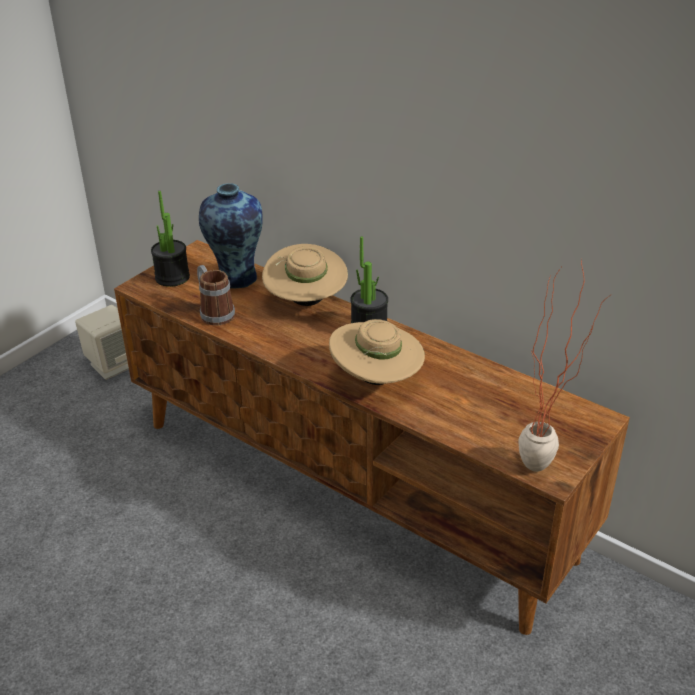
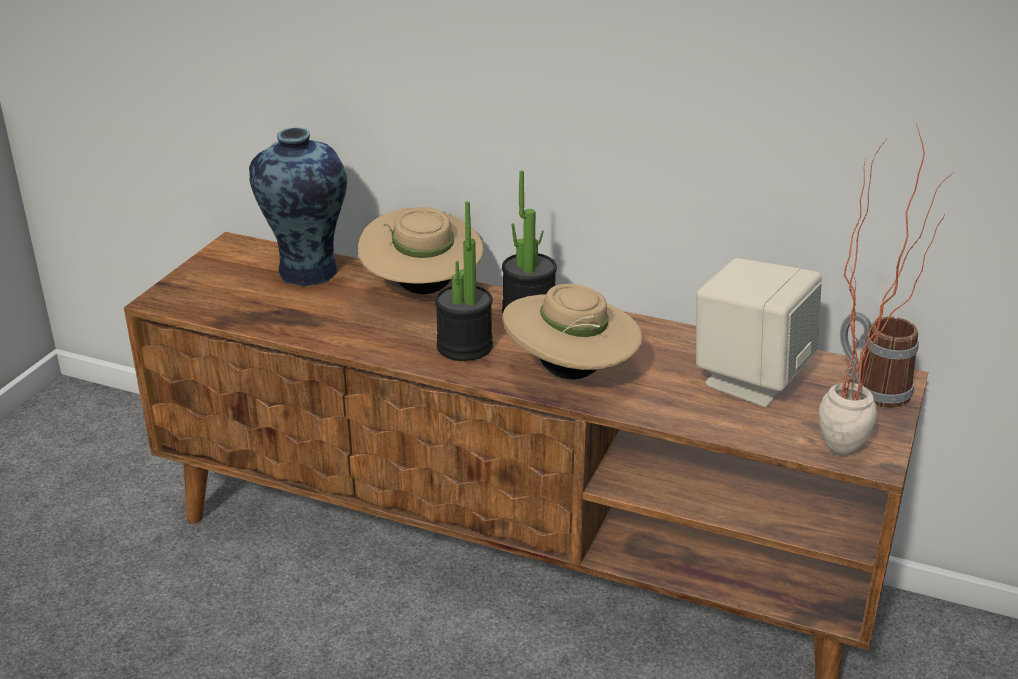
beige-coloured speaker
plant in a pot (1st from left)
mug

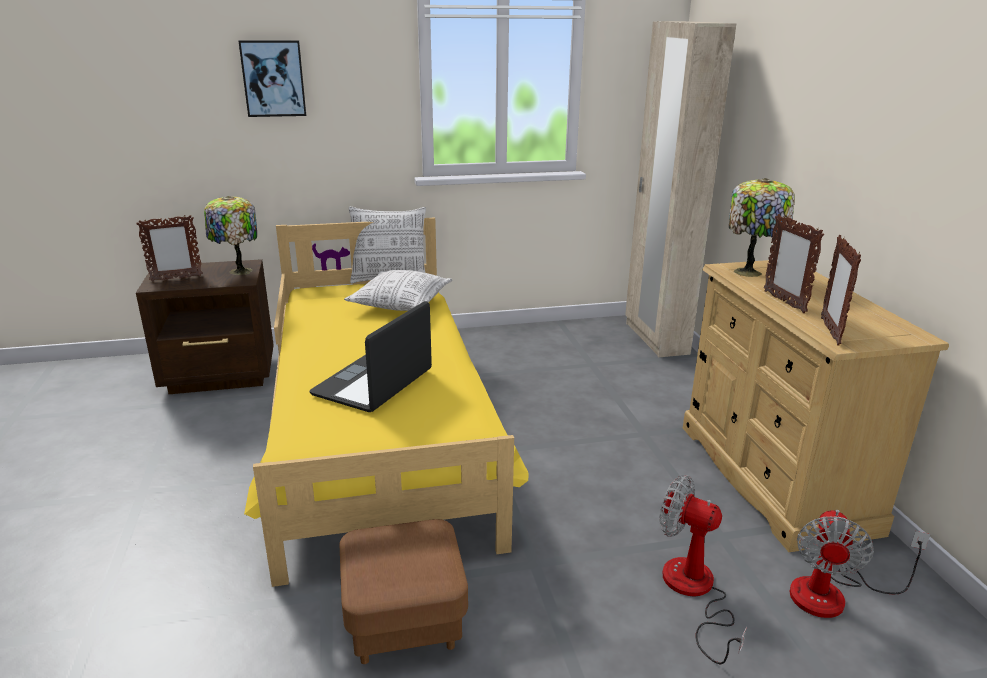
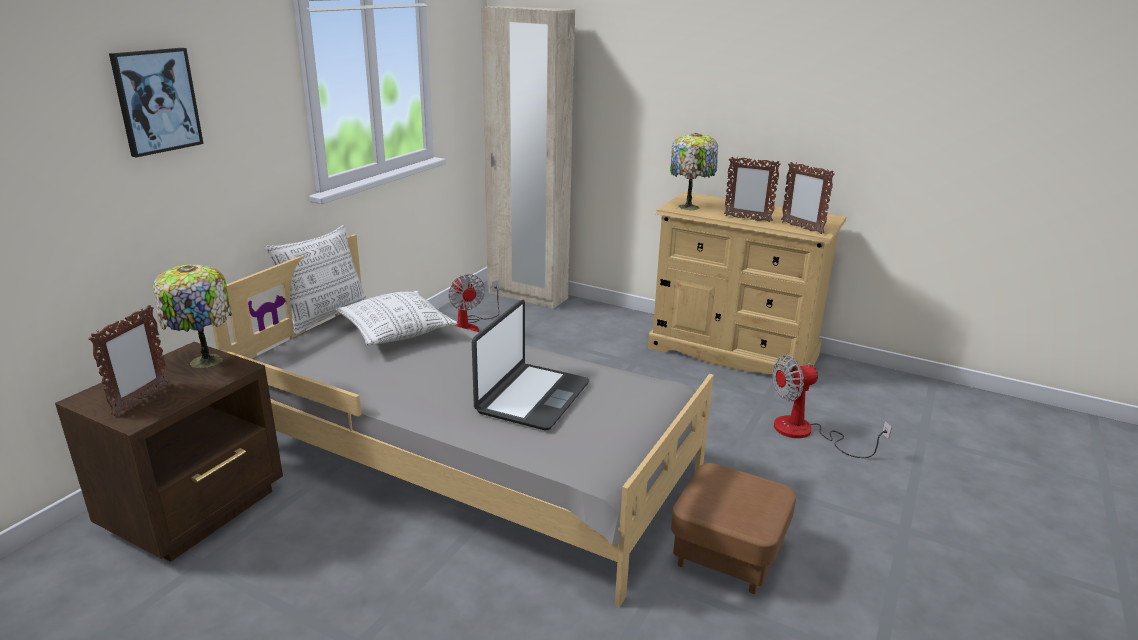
greyish bedroom bed
laptop
fan (1st from left)

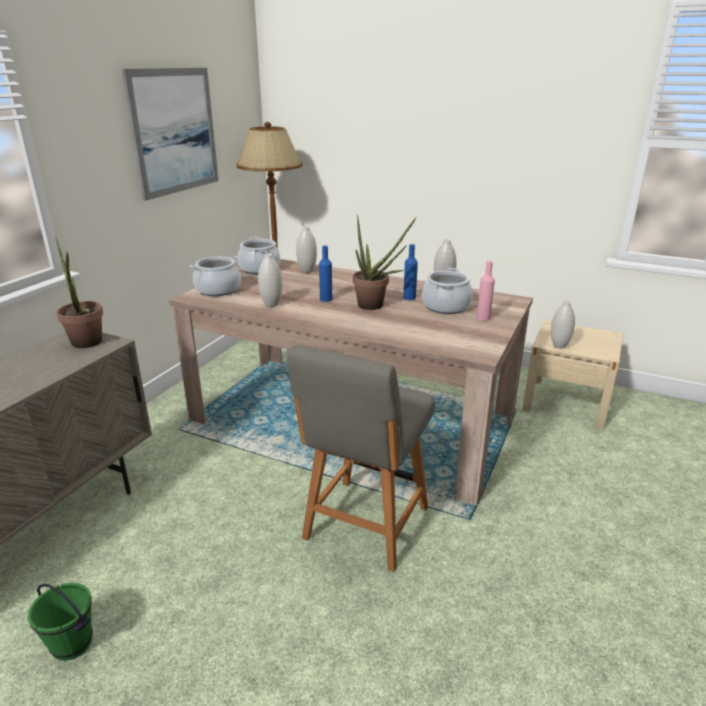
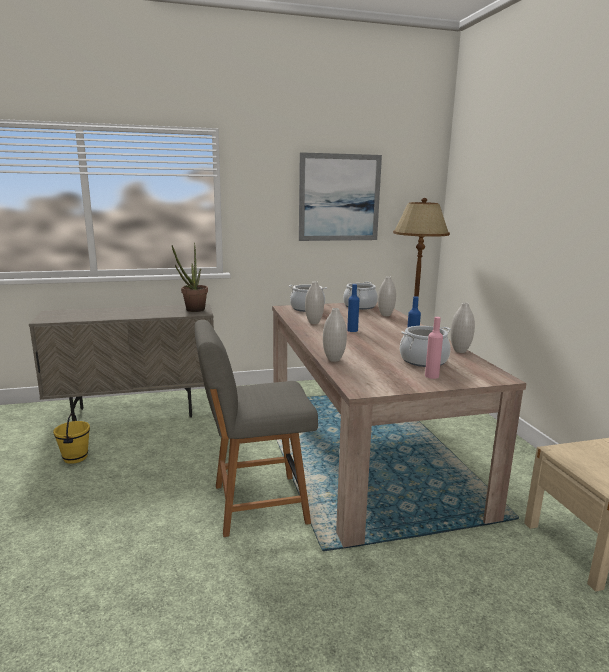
yellow bucket
plant in a pot (2nd from left in the first image)
white-coloured decorative vase (2nd from left)

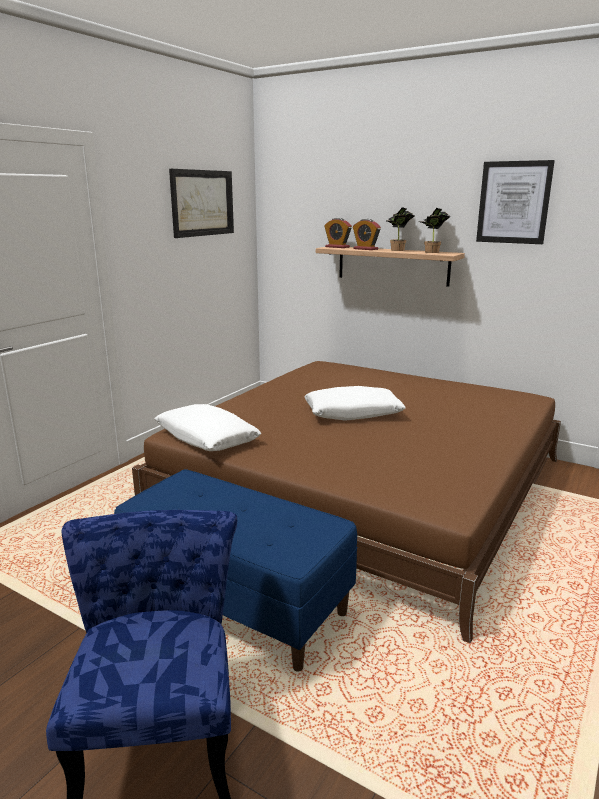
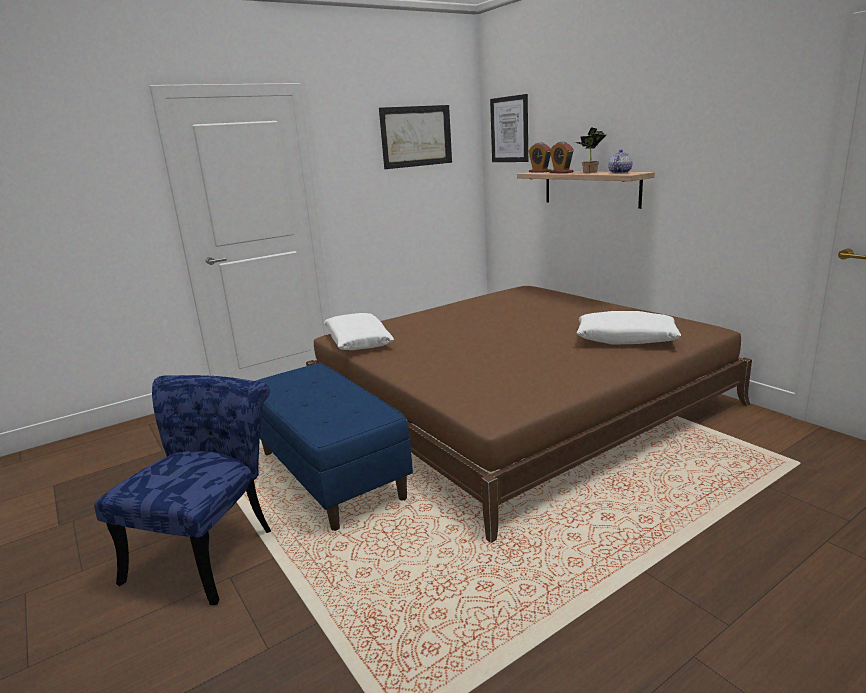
white-coloured cushion (2nd from left)
teapot
wall picture (2nd from left)

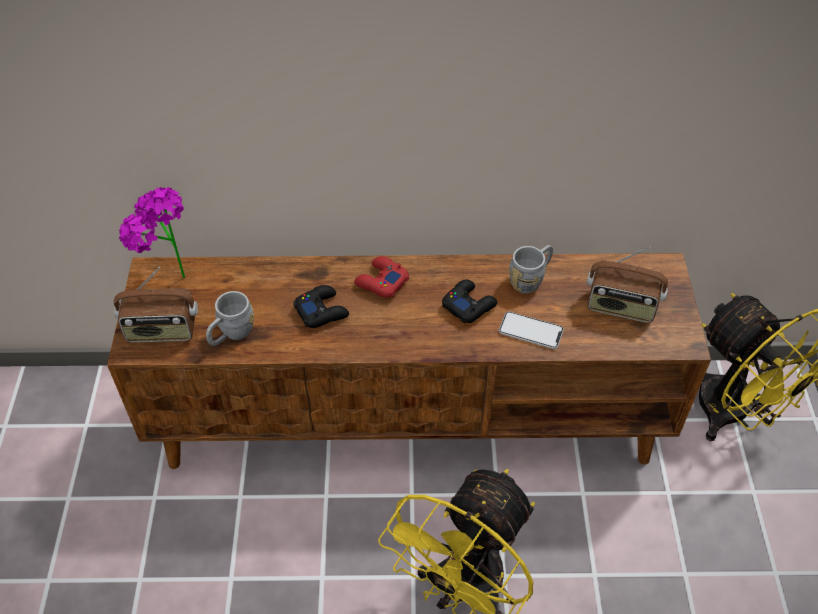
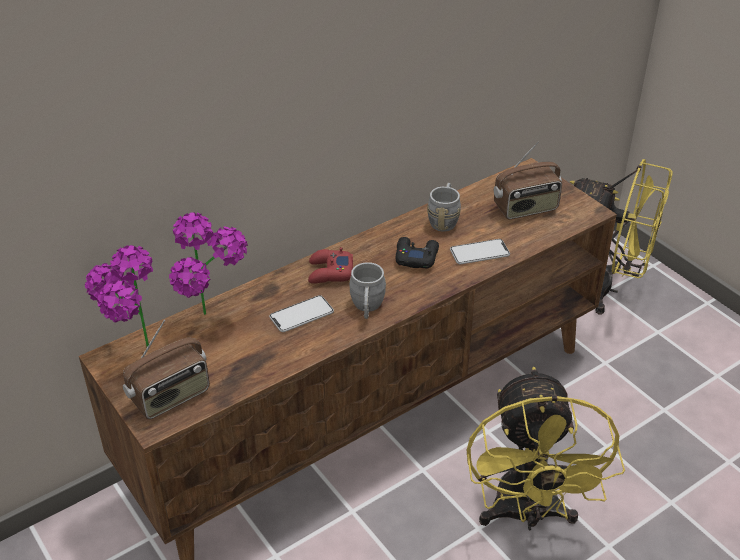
greyish mug (1st from left)
handset (1st from left)
plant in a pot (2nd from left)

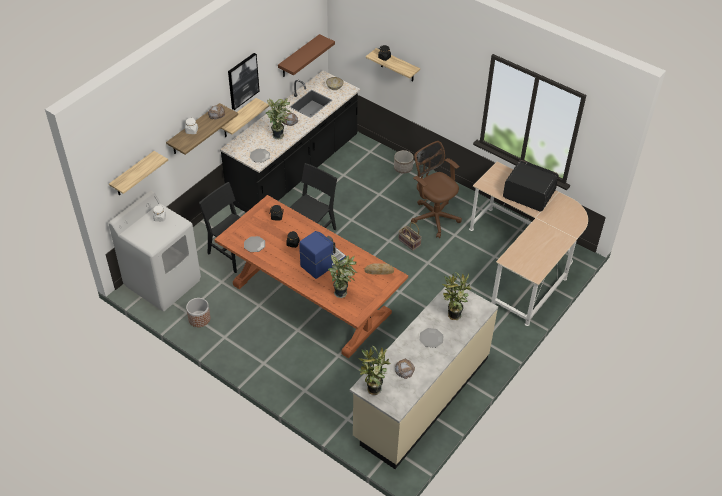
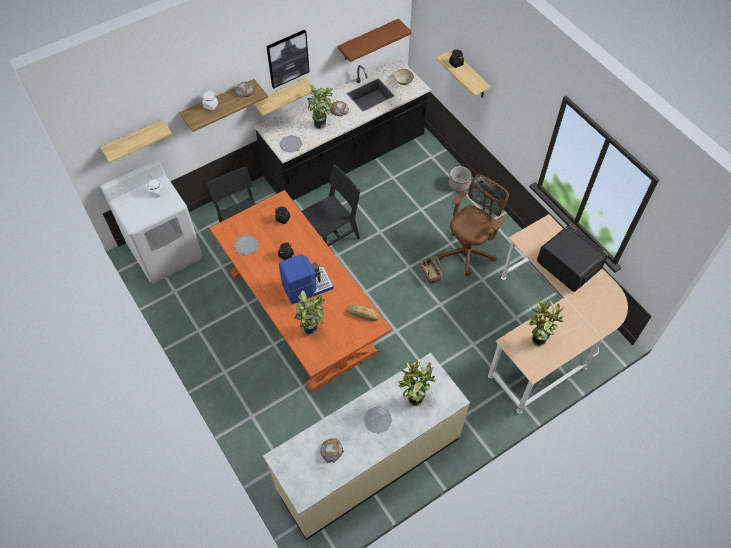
plant pot (1st from left in the first image)
plant in a pot (4th from left)
brown office chair

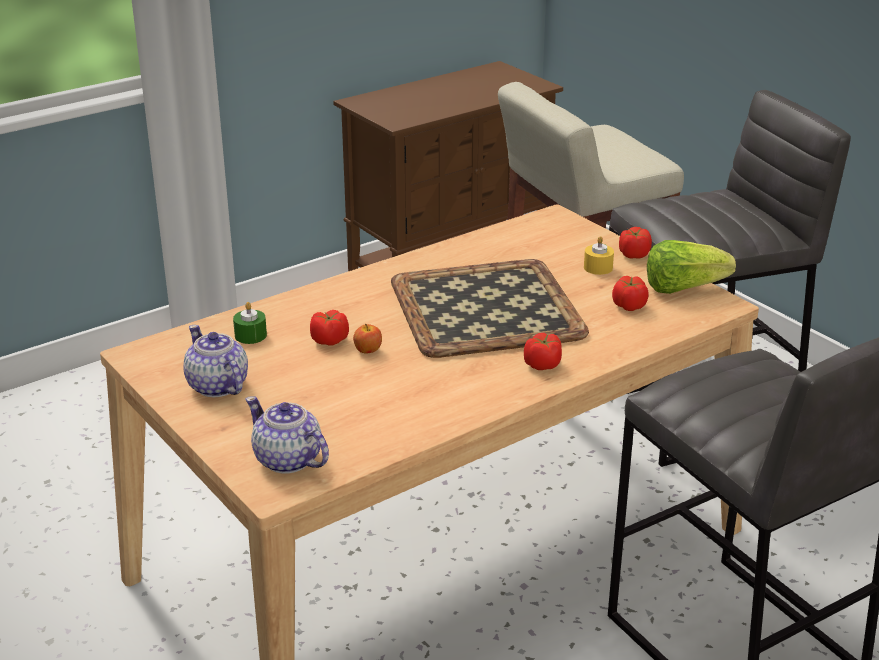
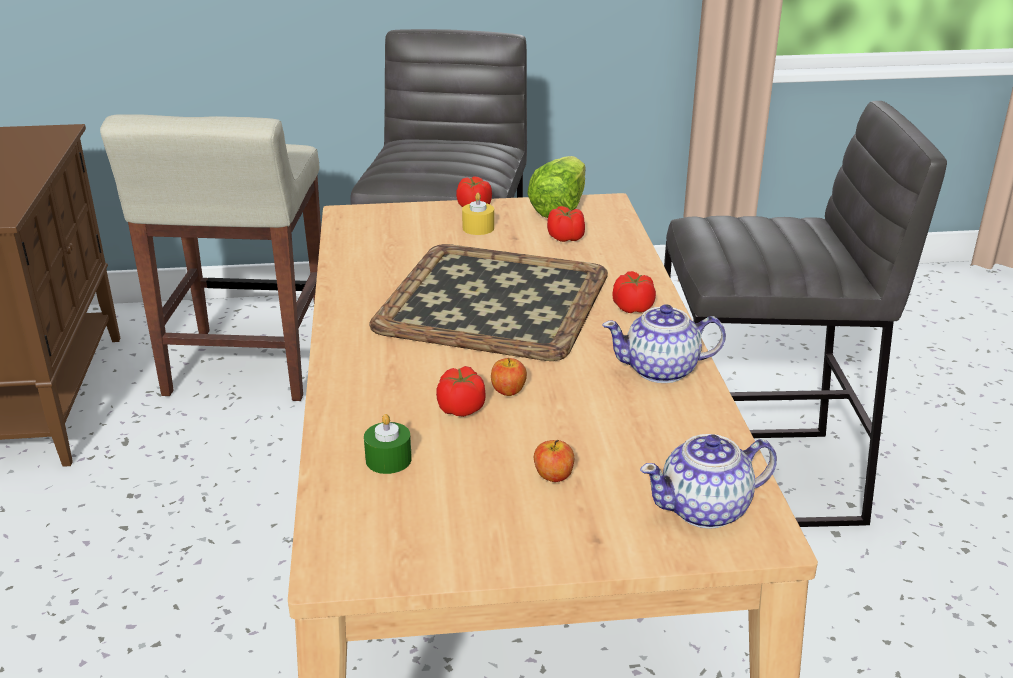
teapot (1st from left)
apple (2nd from left)

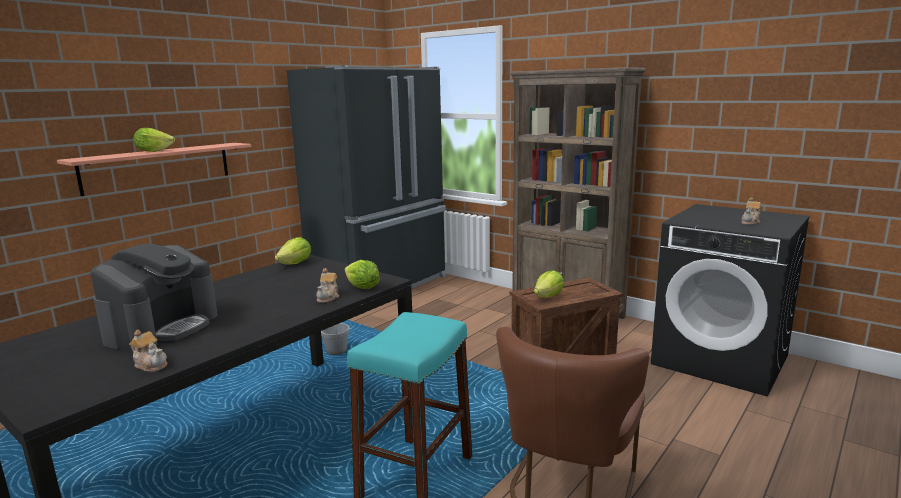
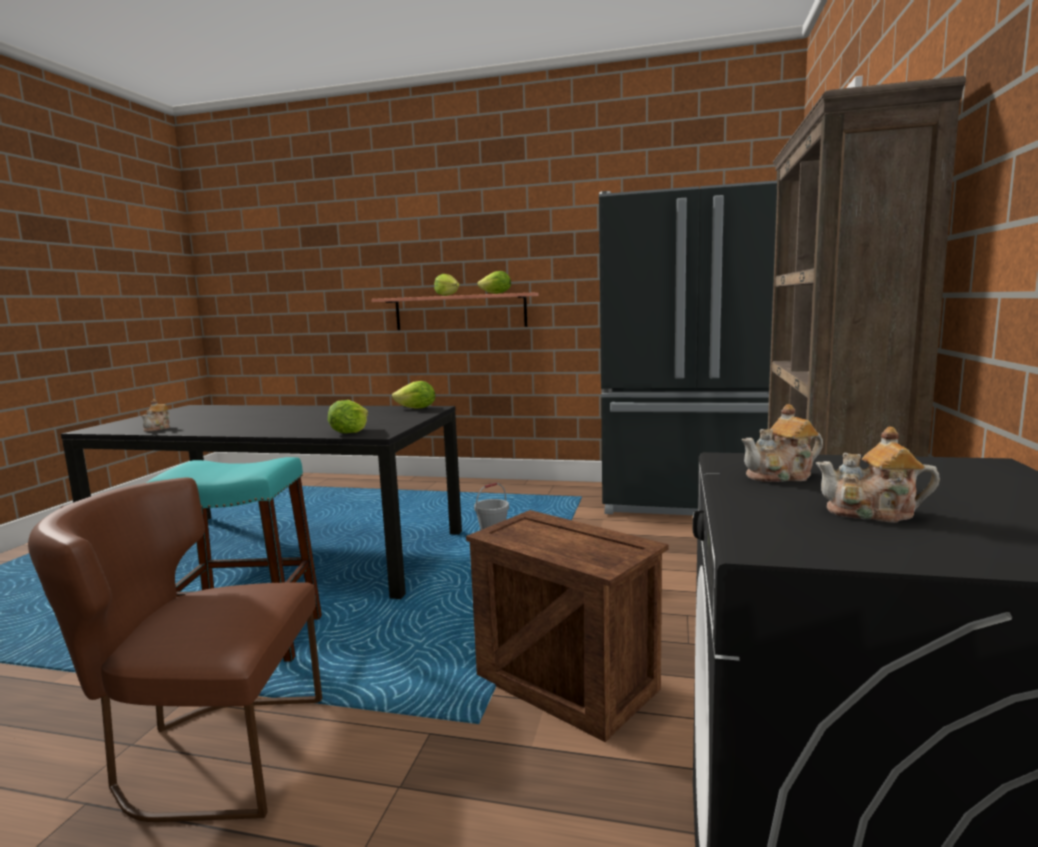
coffee machine
teapot (2nd from left)
head of lettuce (4th from left)

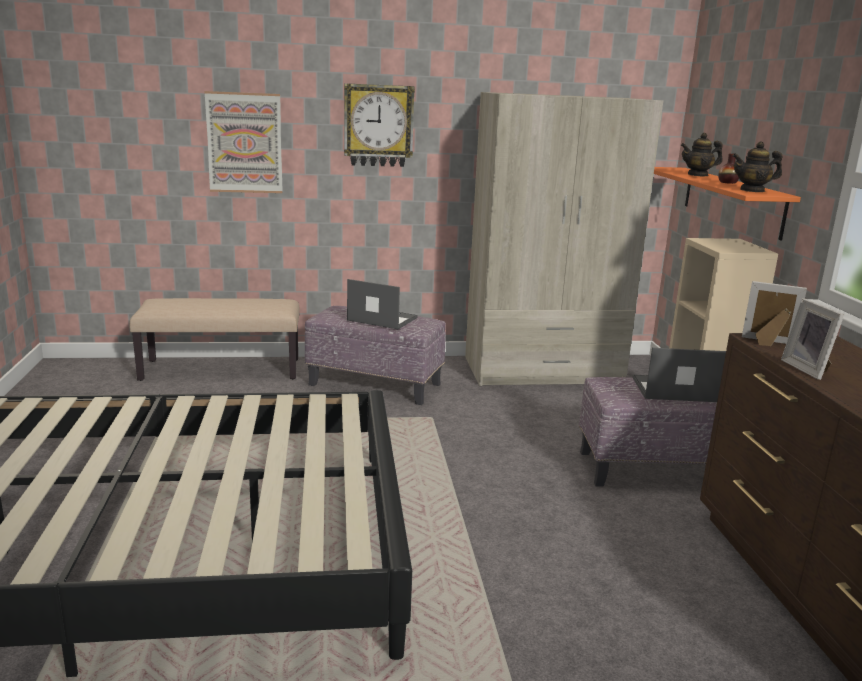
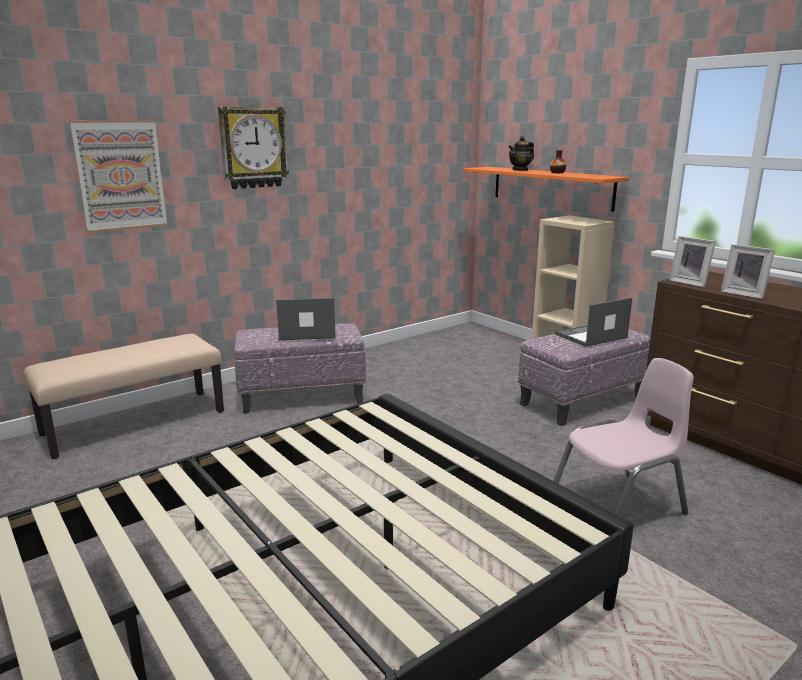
beige-coloured clothes cupboard
teapot (2nd from left in the first image)
photo frame (1st from left)
pinkish upright chair

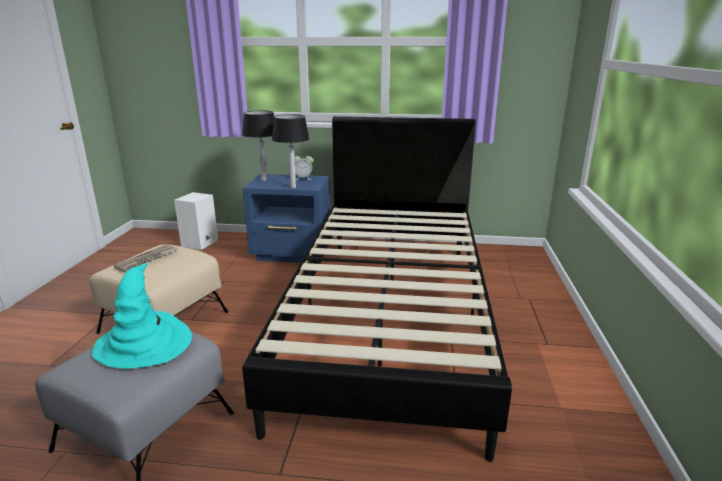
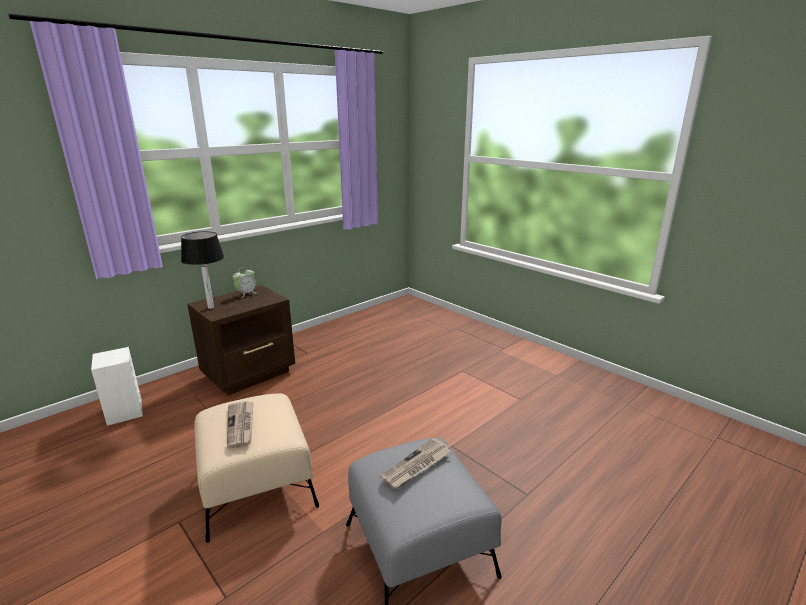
daily paper (2nd from left)
black-coloured bedroom bed
brown bedside table
table lamp (2nd from left in the first image)

